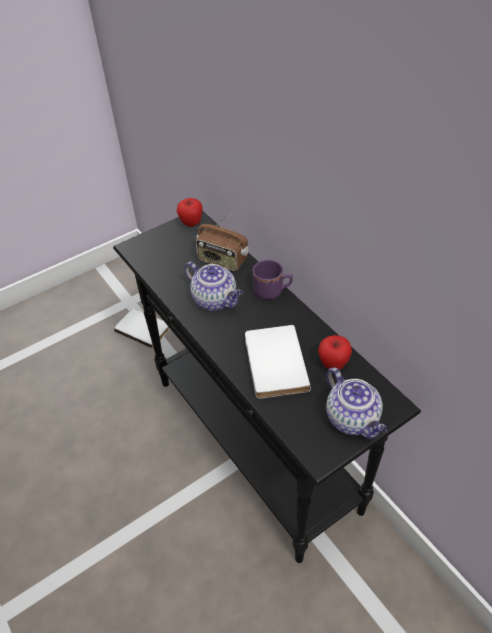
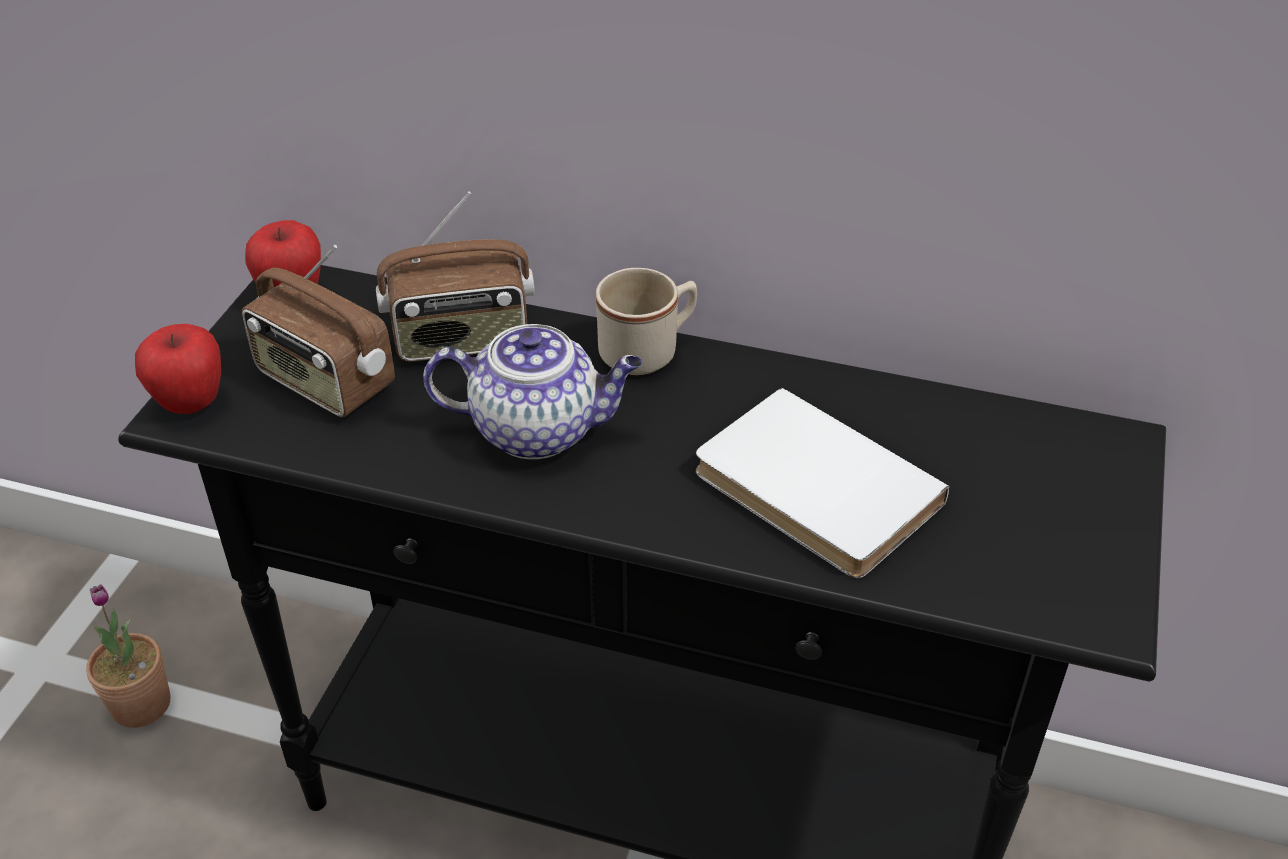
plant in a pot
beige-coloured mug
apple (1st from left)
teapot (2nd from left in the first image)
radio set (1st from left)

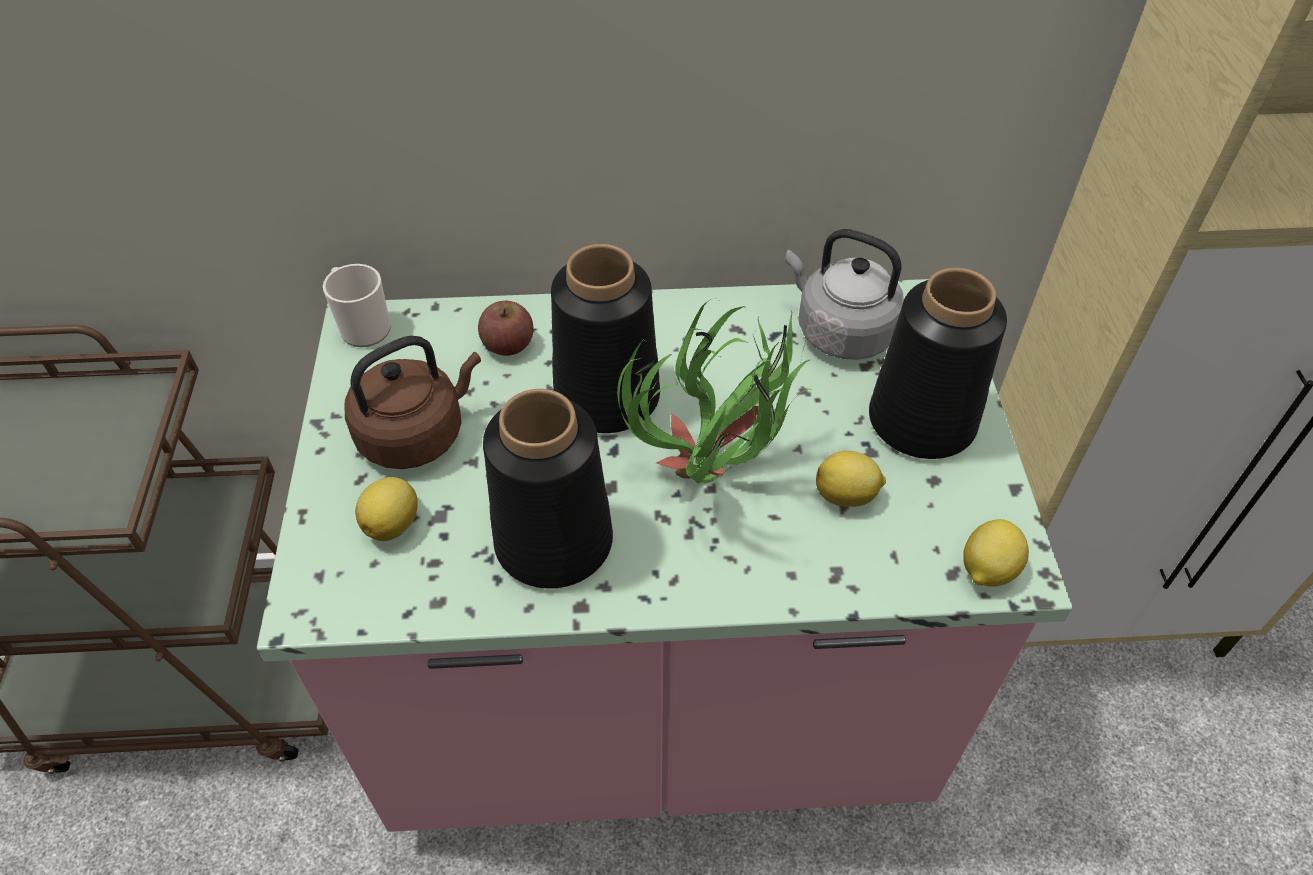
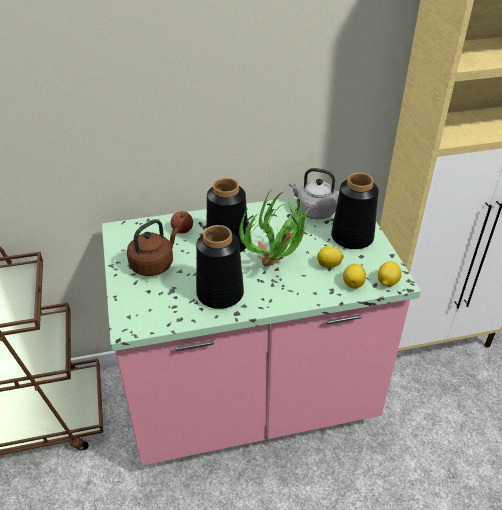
mug
citrus fruit (2nd from left)

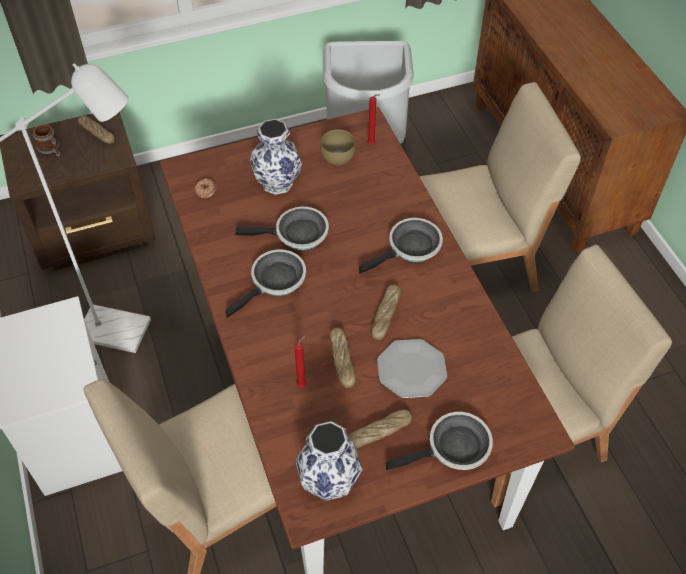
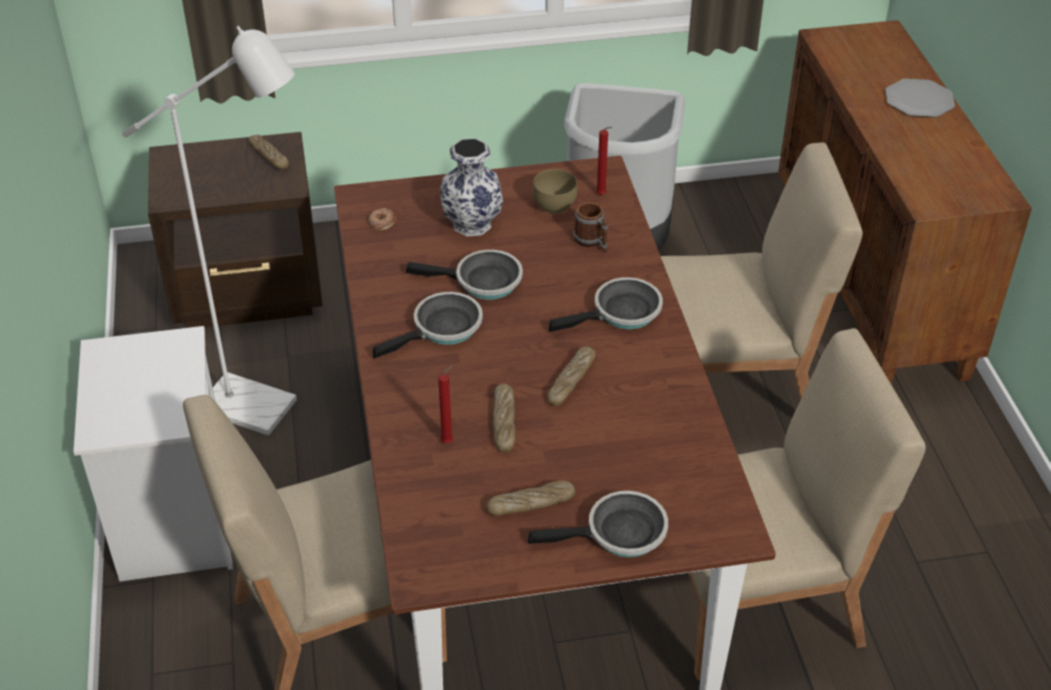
mug
decorative vase (2nd from left in the first image)
flat dish

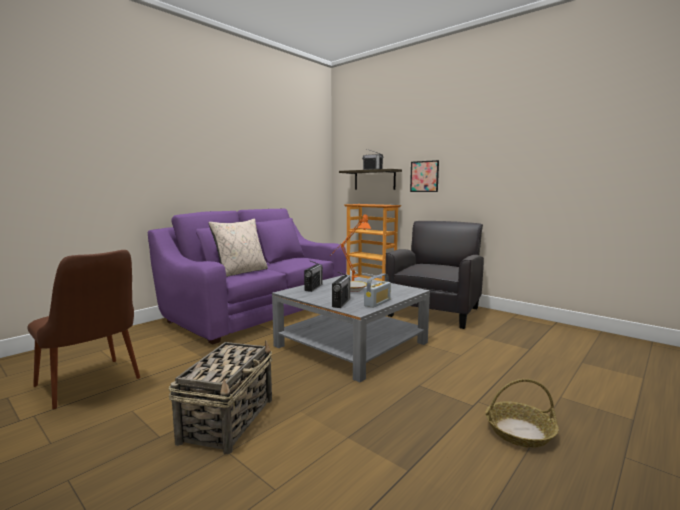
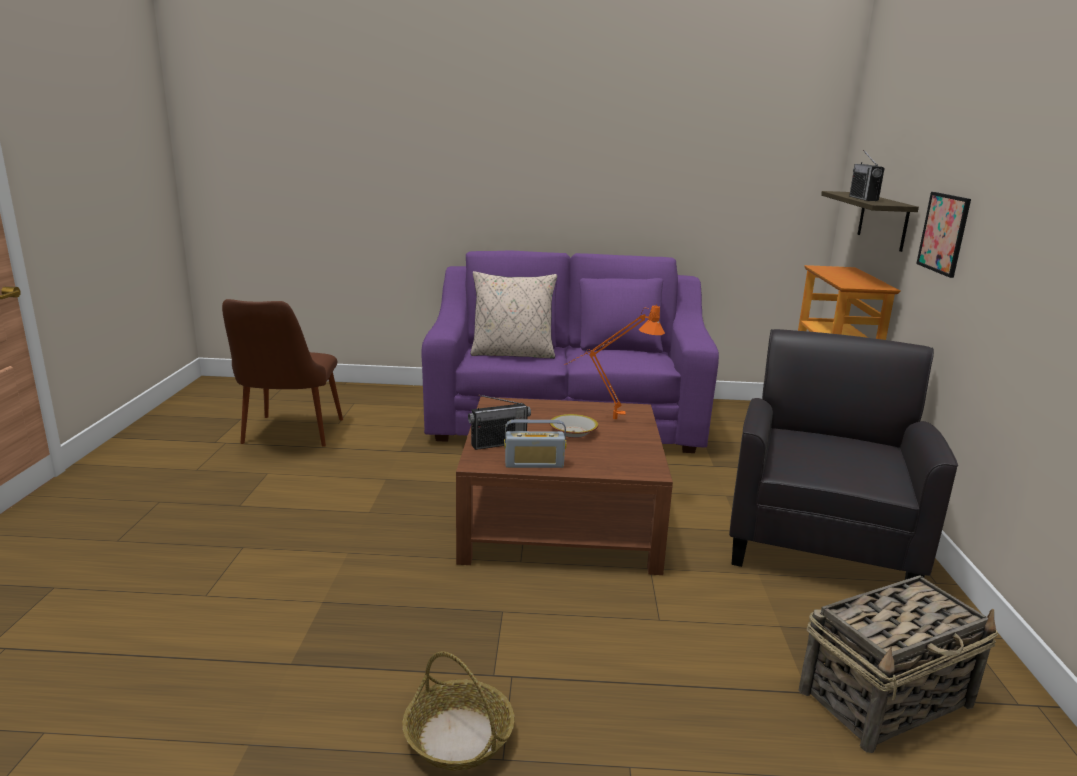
basket (2nd from left)
brown low table
radio set (1st from left in the first image)
black-coloured armchair

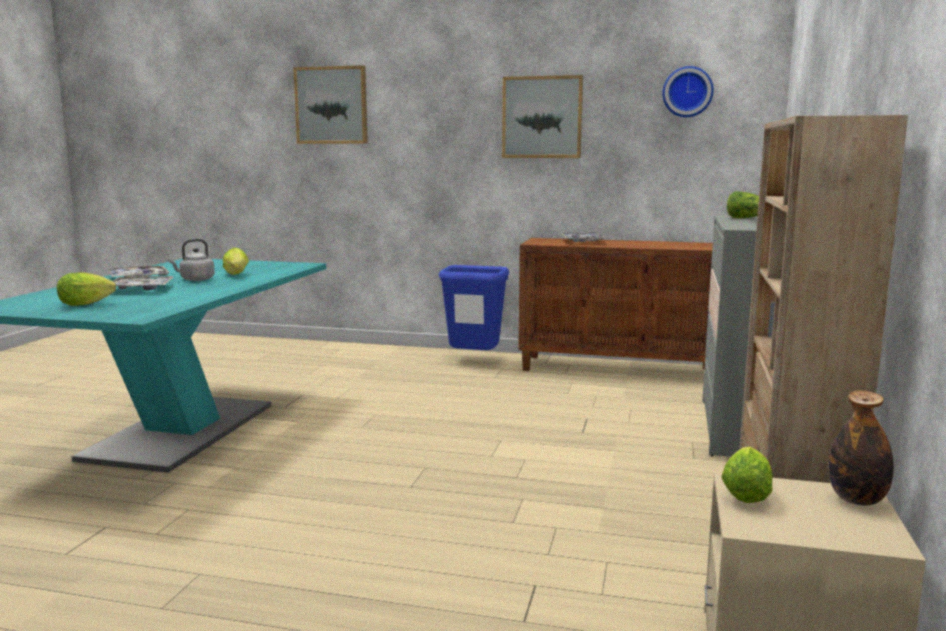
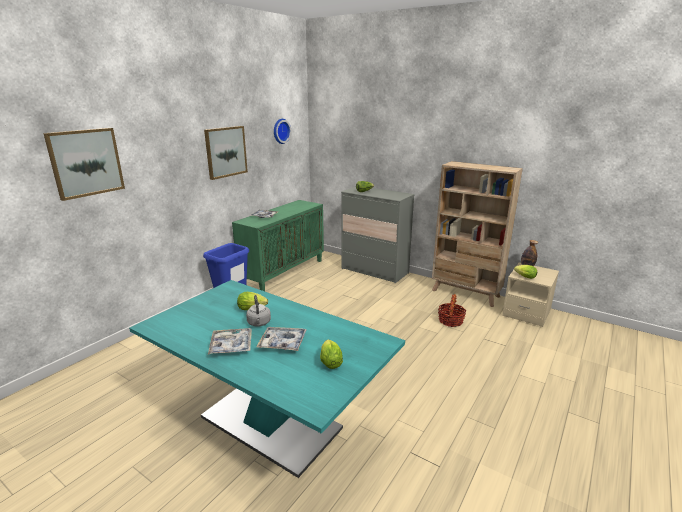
green cabinet
basket

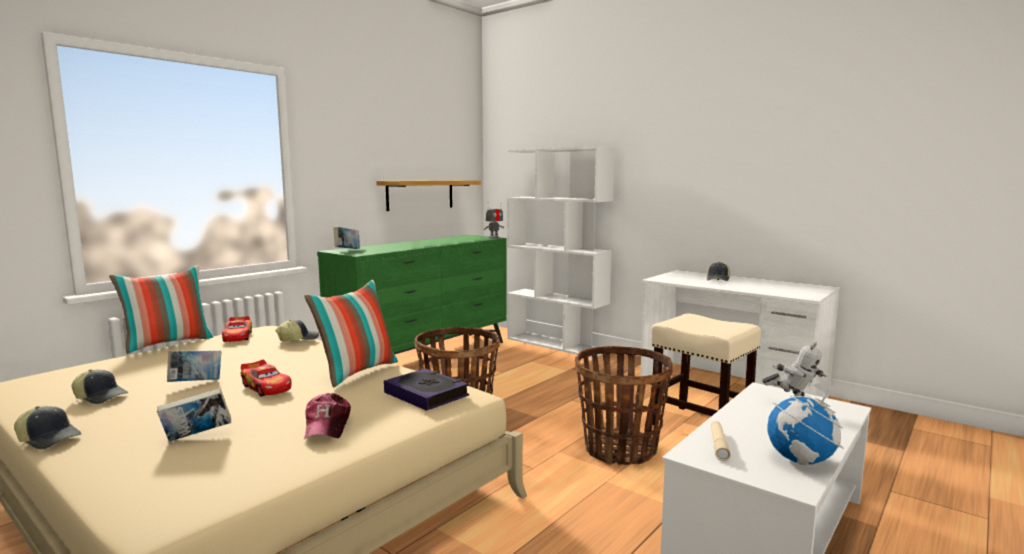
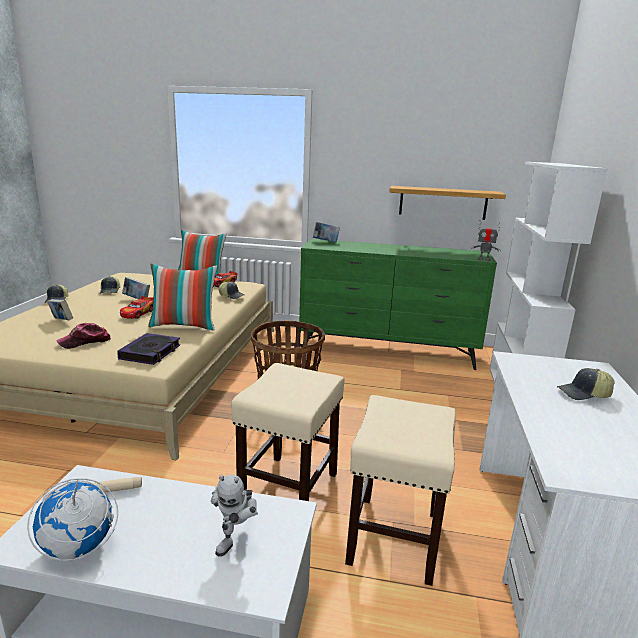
beige-coloured stool (1st from left)

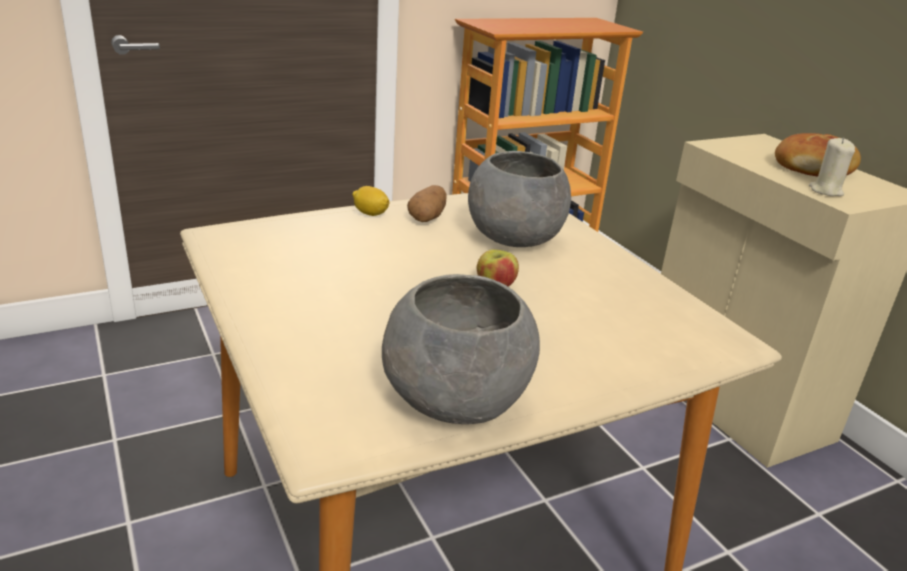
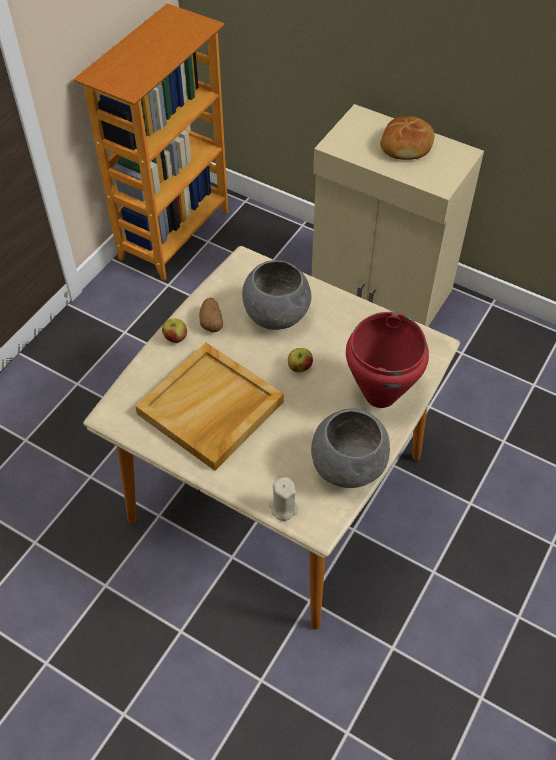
apple (1st from left)
beige-coloured wax candle
beige-coloured serving tray
red-coloured cooking pot

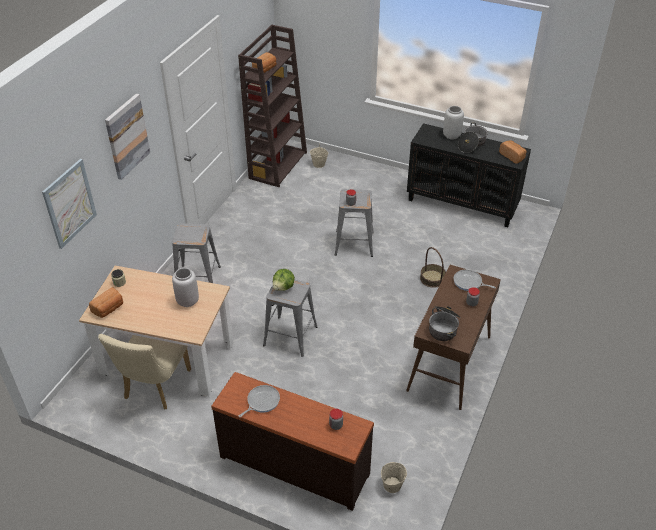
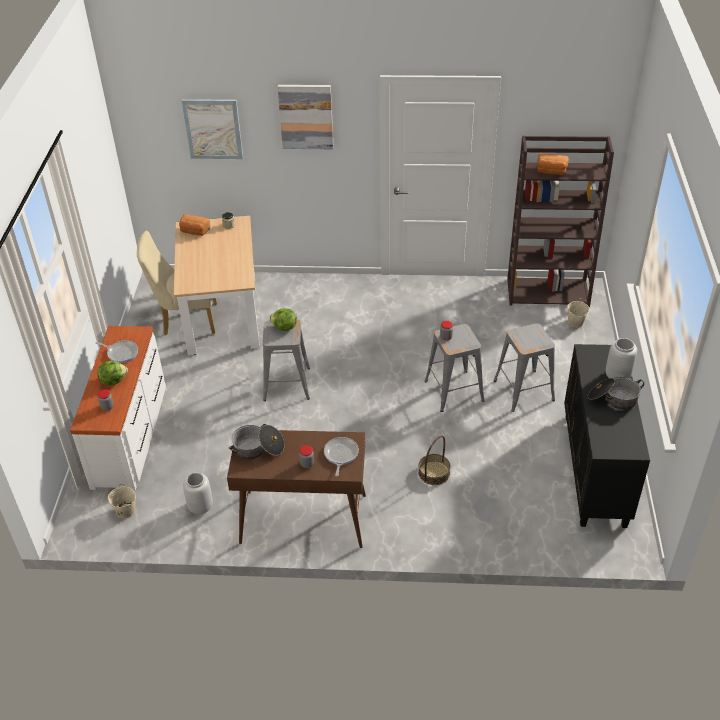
greyish stool (3rd from left)
greyish decorative vase (1st from left)
white-coloured drawer chest
bread (3rd from left in the first image)
head of lettuce (1st from left)

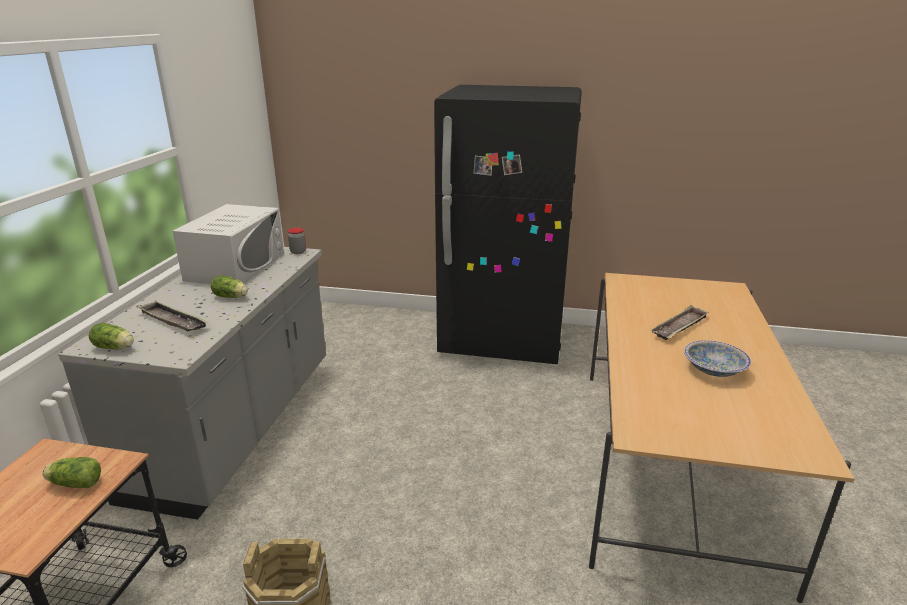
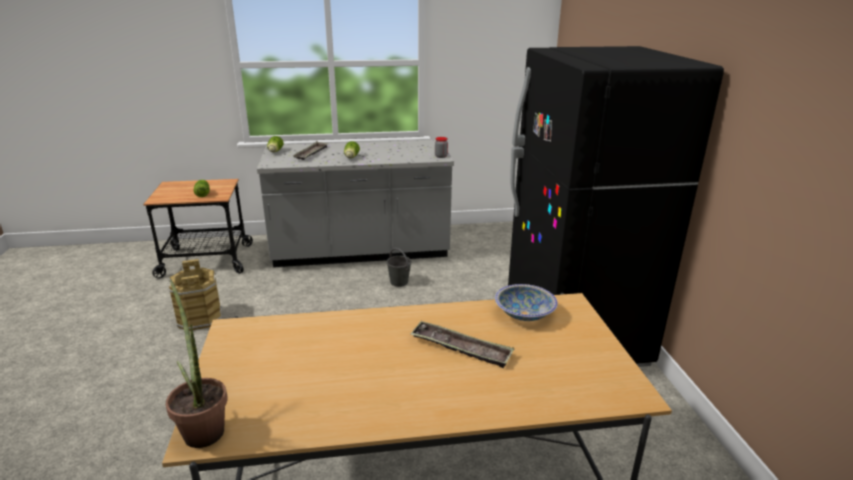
white-coloured kitchen microwave
serving bowl
plant in a pot
greyish bucket

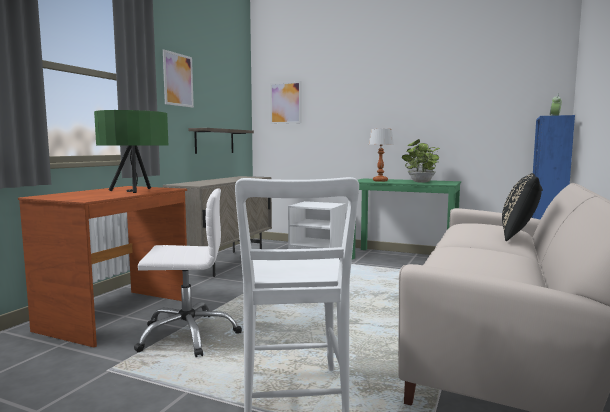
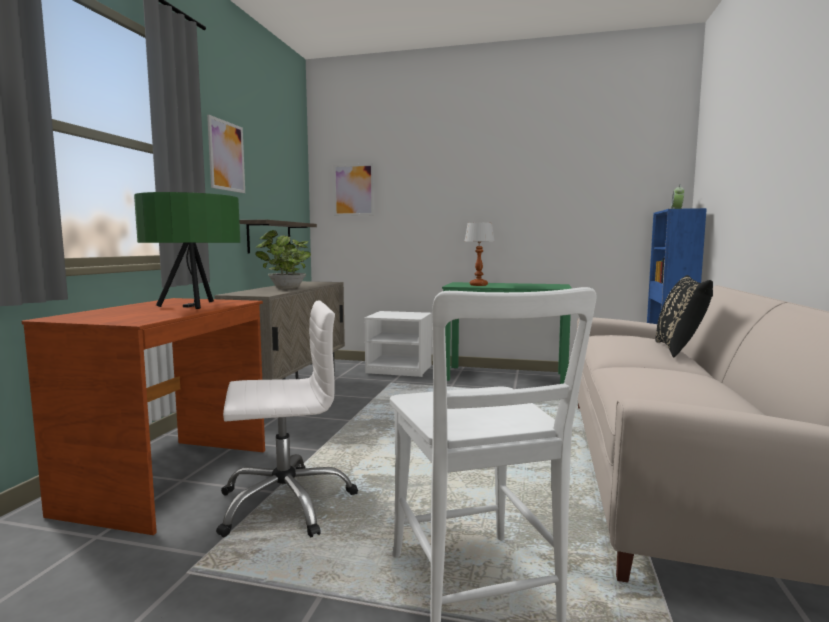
plant in a pot

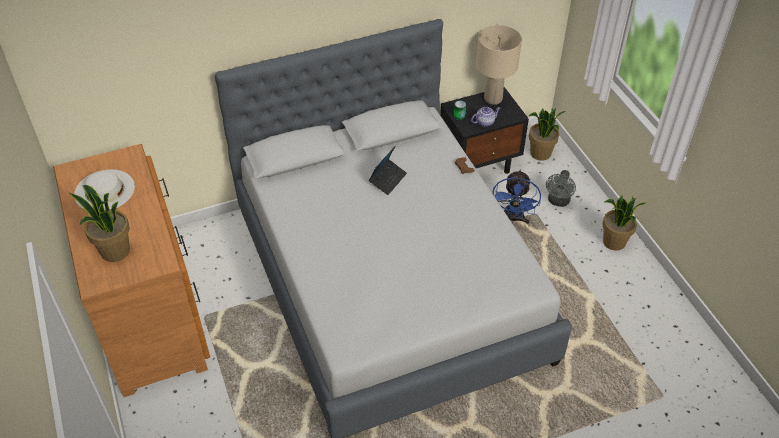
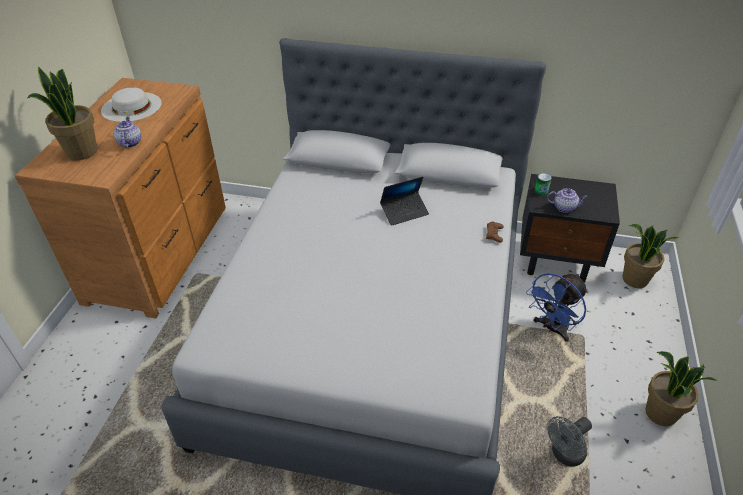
beige-coloured table lamp
greyish fan
teapot (1st from left)

